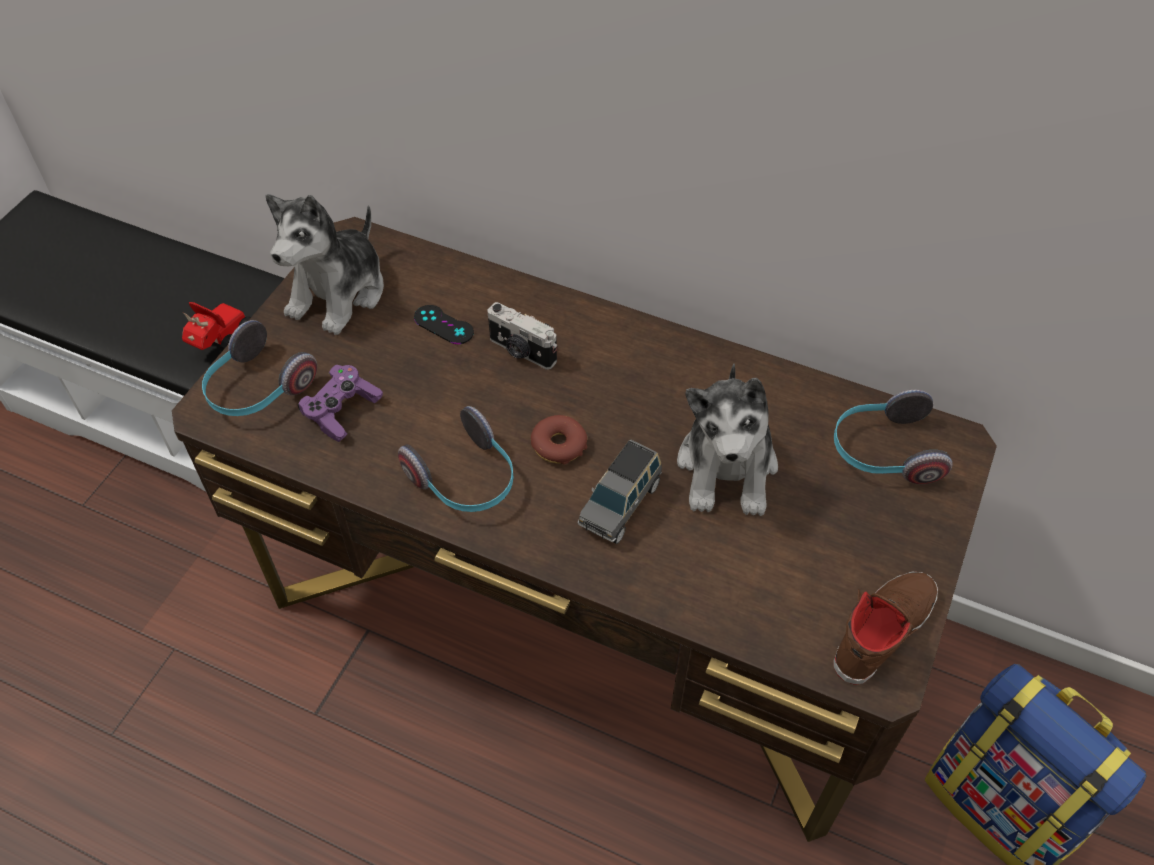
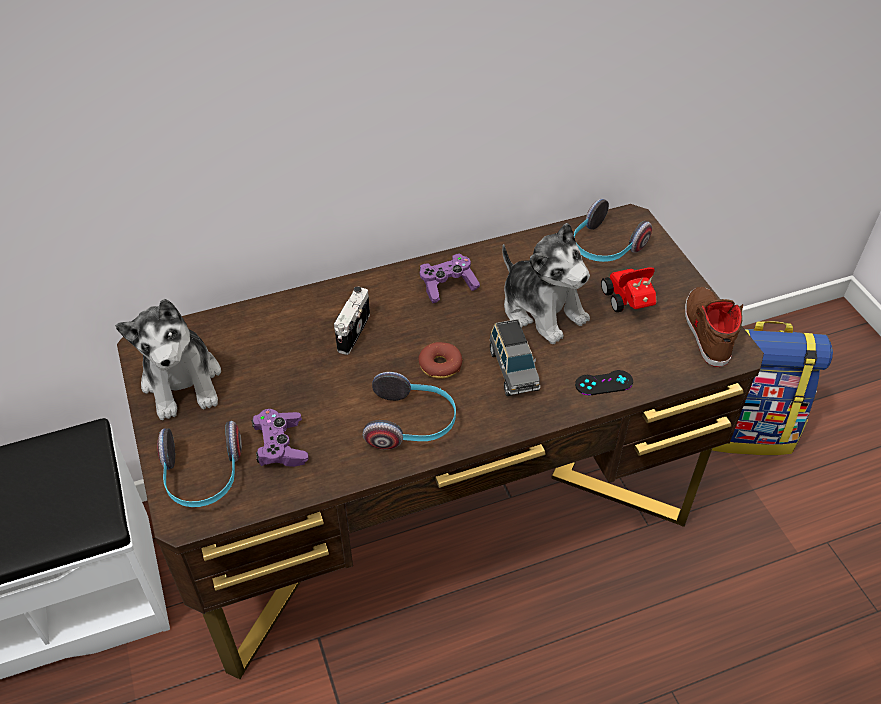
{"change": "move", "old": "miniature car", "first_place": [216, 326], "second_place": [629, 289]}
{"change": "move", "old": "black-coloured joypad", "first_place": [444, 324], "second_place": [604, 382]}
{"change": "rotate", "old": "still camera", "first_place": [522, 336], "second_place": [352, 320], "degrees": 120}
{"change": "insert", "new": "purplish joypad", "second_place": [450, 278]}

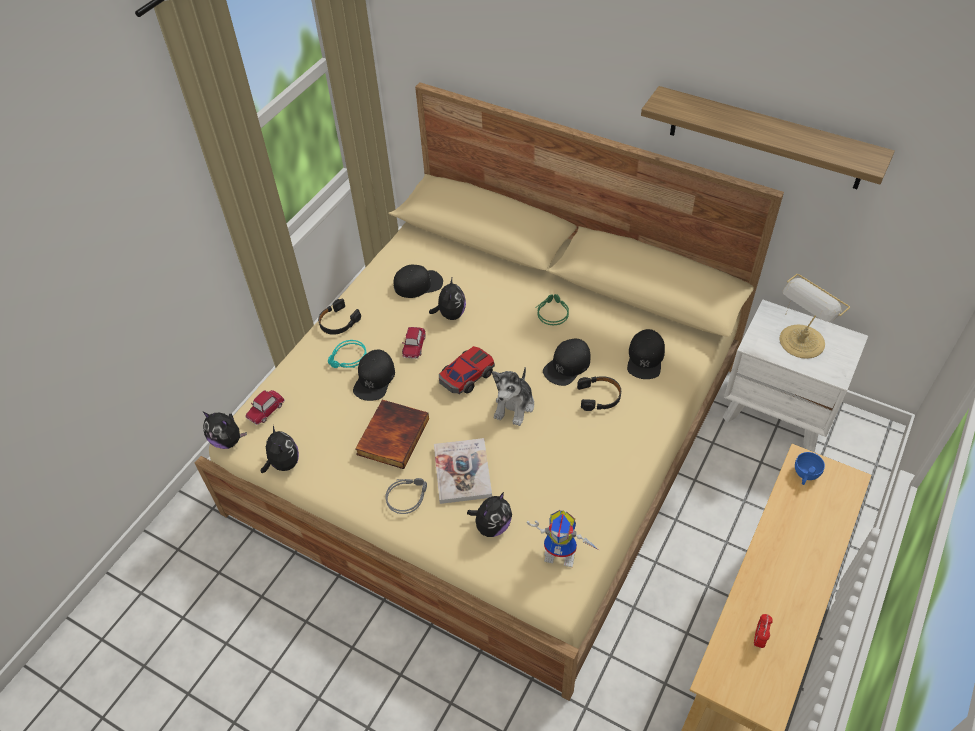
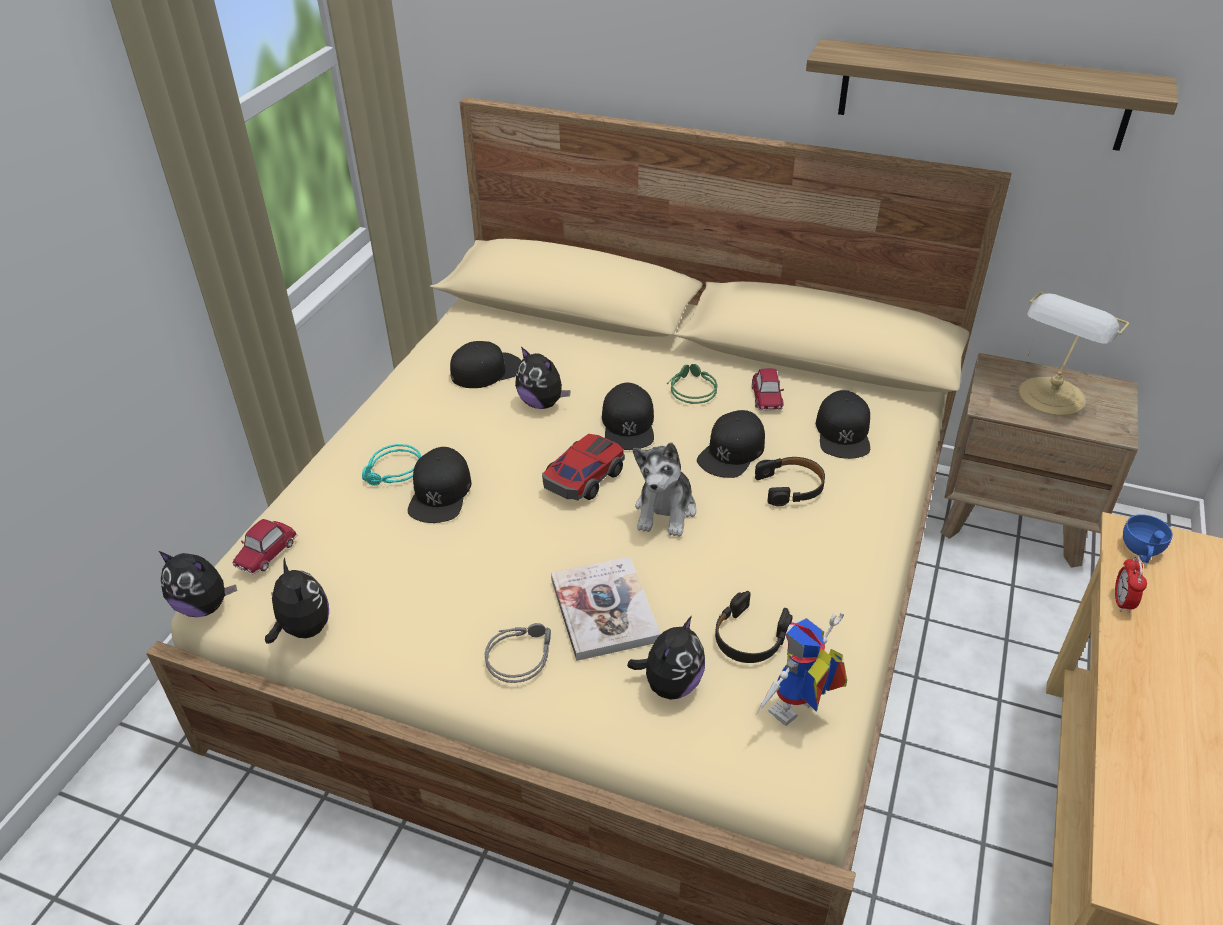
{"change": "move", "old": "black-coloured headphones", "first_place": [339, 317], "second_place": [754, 627]}
{"change": "delete", "old": "bound book", "first_place": [392, 434]}
{"change": "move", "old": "miniature car", "first_place": [414, 343], "second_place": [768, 389]}
{"change": "rotate", "old": "plush toy", "first_place": [447, 298], "second_place": [543, 378], "degrees": 135}
{"change": "rotate", "old": "model robot", "first_place": [563, 538], "second_place": [801, 668], "degrees": 135}
{"change": "recolor", "old": "white-coloured bedside table", "new": "brown-coloured bedside table", "first_place": [795, 375], "second_place": [1039, 460]}
{"change": "move", "old": "table clock", "first_place": [763, 631], "second_place": [1131, 585]}
{"change": "insert", "new": "black-coloured peaked cap", "second_place": [628, 416]}

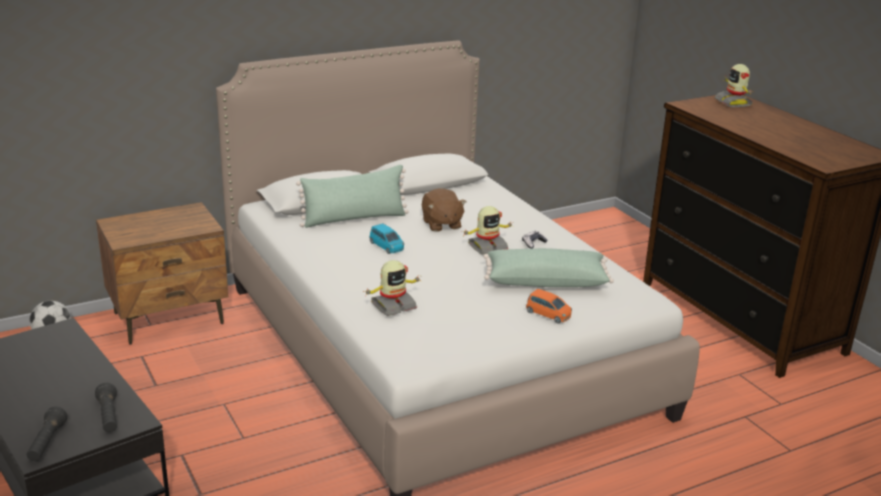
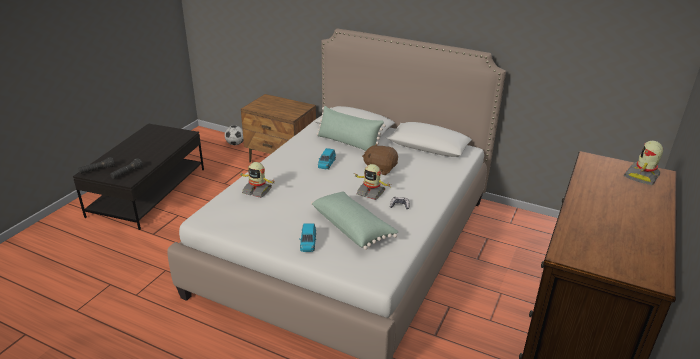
{"change": "rotate", "old": "brown-coloured plush toy", "first_place": [444, 210], "second_place": [380, 159], "degrees": 75}
{"change": "recolor", "old": "orange-coloured miniature car", "new": "blue miniature car", "first_place": [549, 306], "second_place": [307, 237]}

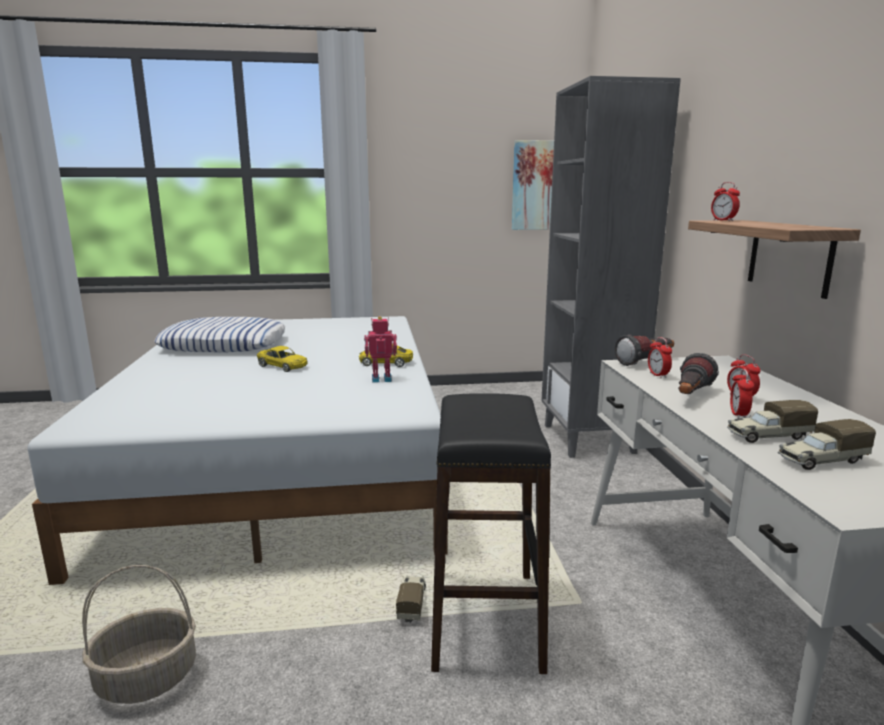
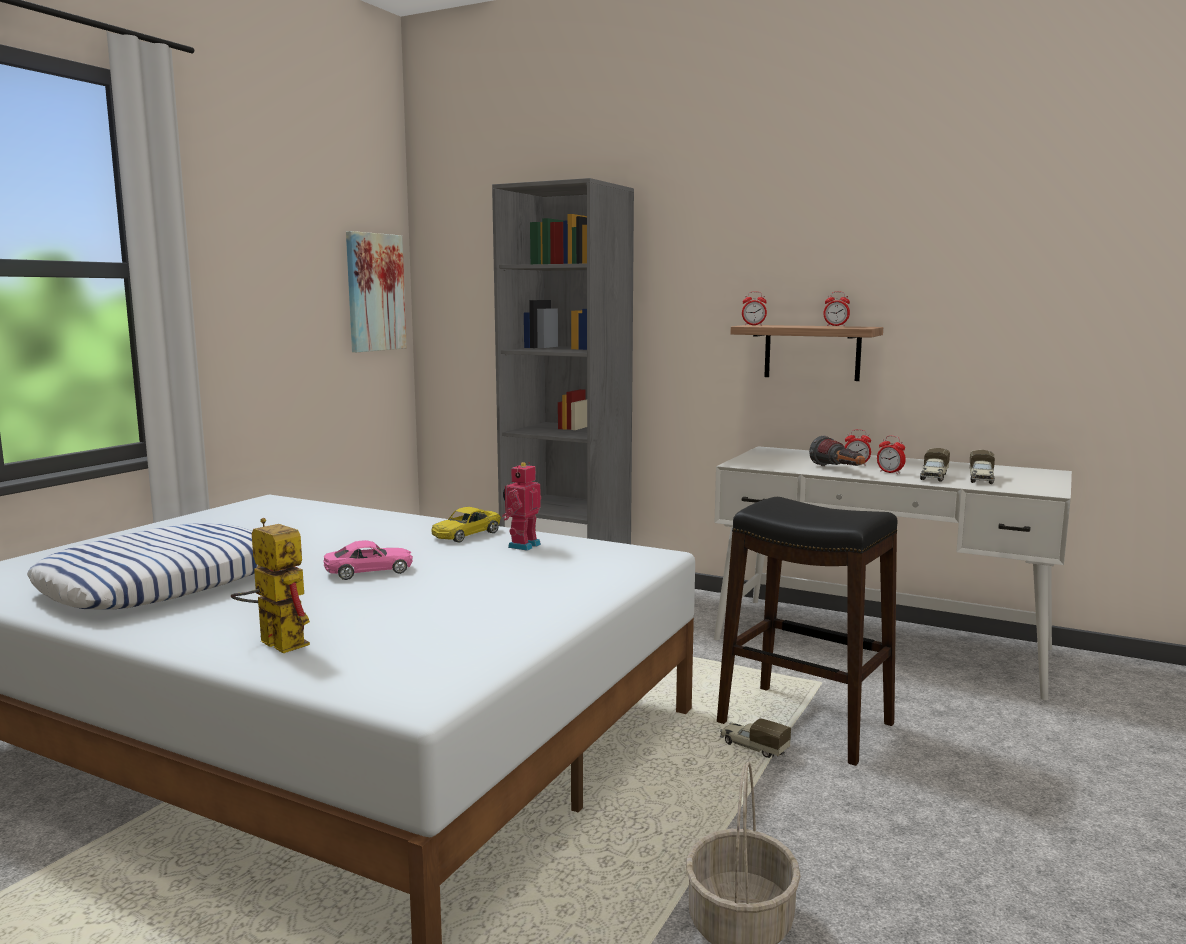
{"change": "recolor", "old": "yellow-coloured miniature car", "new": "pink-coloured miniature car", "first_place": [282, 359], "second_place": [368, 560]}
{"change": "delete", "old": "hand torch", "first_place": [644, 350]}
{"change": "move", "old": "table clock", "first_place": [660, 357], "second_place": [836, 308]}
{"change": "insert", "new": "model robot", "second_place": [270, 585]}

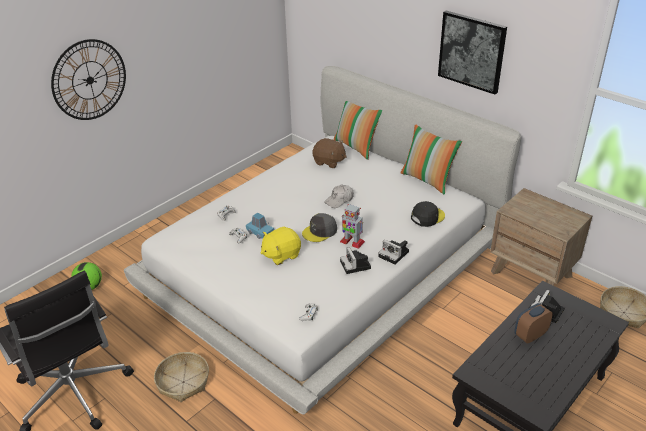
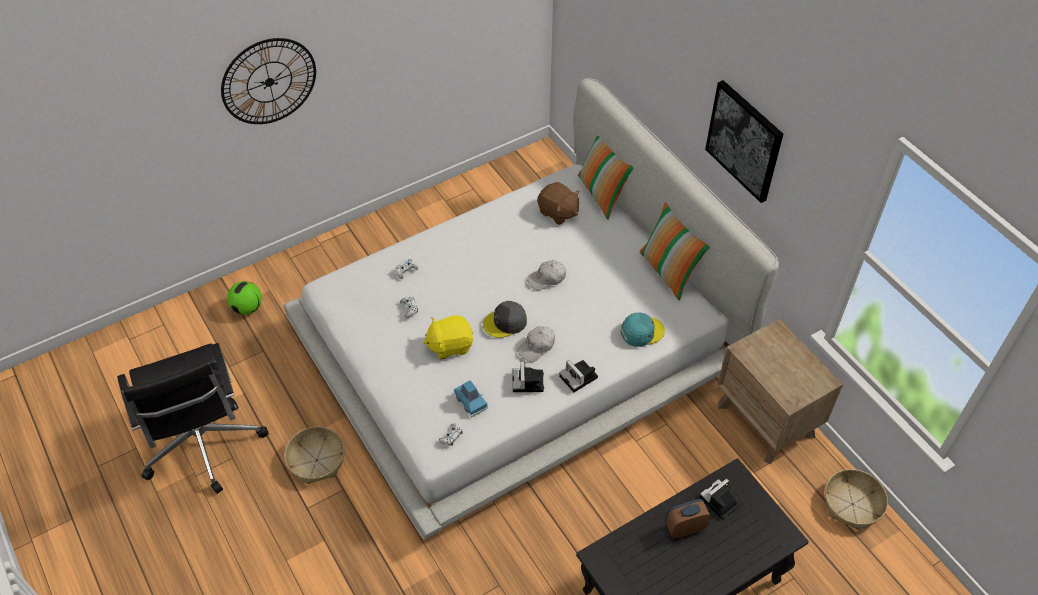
{"change": "move", "old": "blue miniature car", "first_place": [260, 226], "second_place": [471, 398]}
{"change": "replace", "old": "model robot", "new": "white-coloured peaked cap", "first_place": [352, 226], "second_place": [536, 344]}
{"change": "recolor", "old": "black-coloured peaked cap", "new": "turquoise-coloured peaked cap", "first_place": [428, 214], "second_place": [643, 330]}

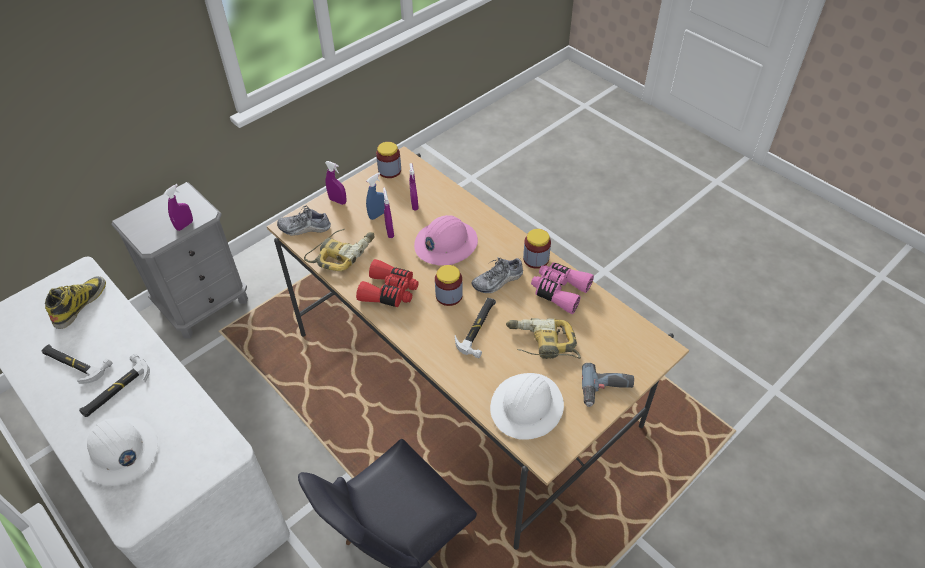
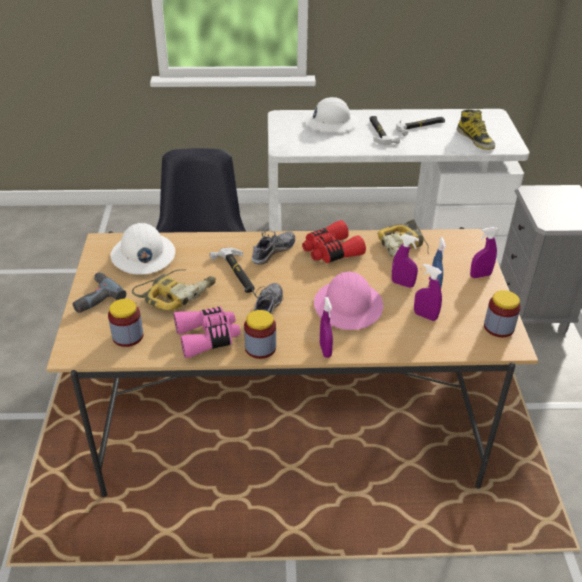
{"change": "move", "old": "purplish sprayer", "first_place": [178, 207], "second_place": [326, 327]}
{"change": "move", "old": "low shoe", "first_place": [304, 221], "second_place": [273, 247]}
{"change": "move", "old": "storage jar", "first_place": [449, 285], "second_place": [125, 323]}

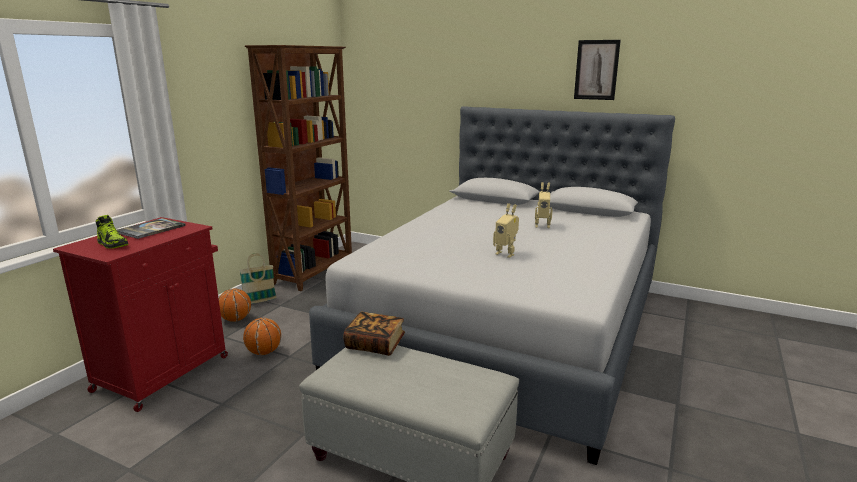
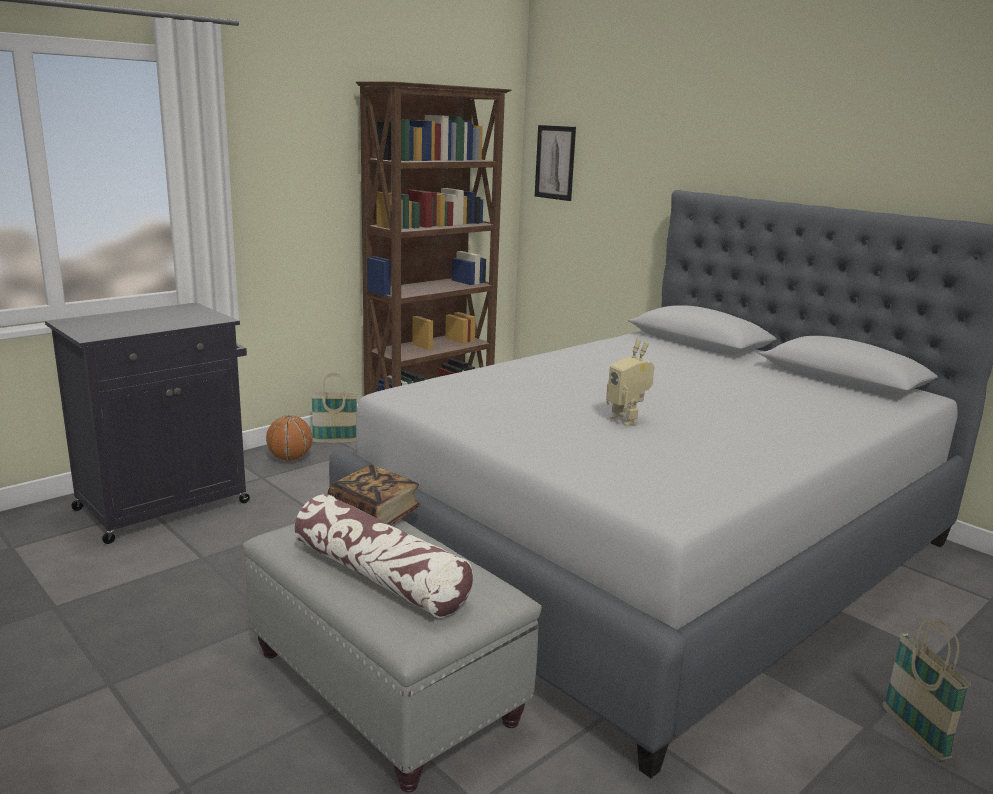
{"change": "recolor", "old": "red-coloured cupboard", "new": "black-coloured cupboard", "first_place": [140, 314], "second_place": [147, 423]}
{"change": "delete", "old": "low shoe", "first_place": [112, 232]}
{"change": "delete", "old": "bound book", "first_place": [151, 228]}
{"change": "delete", "old": "basketball ball", "first_place": [262, 336]}
{"change": "delete", "old": "model robot", "first_place": [543, 205]}
{"change": "move", "old": "wall picture", "first_place": [597, 70], "second_place": [555, 163]}
{"change": "insert", "new": "pillow", "second_place": [384, 556]}
{"change": "insert", "new": "storage basket", "second_place": [927, 689]}

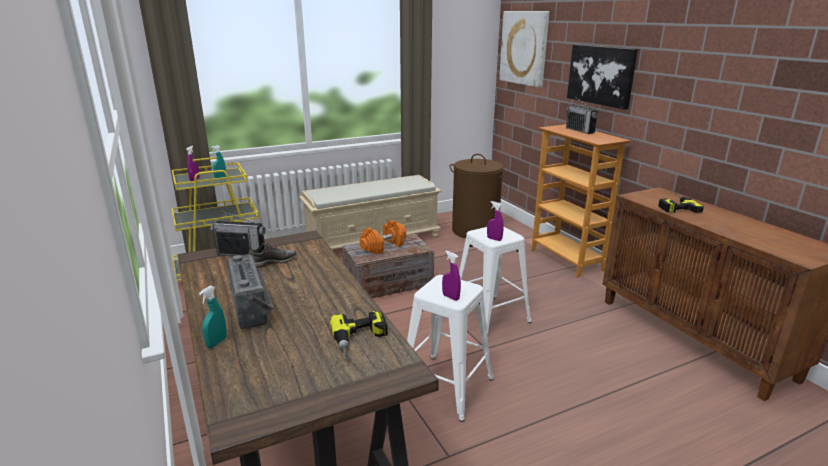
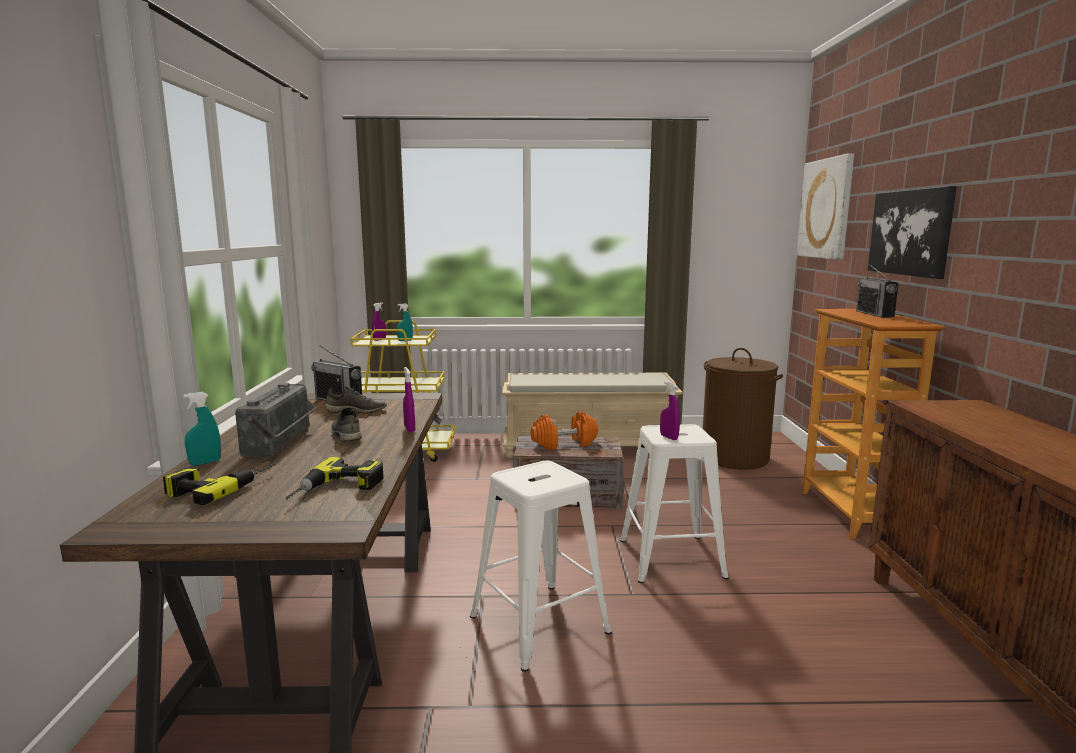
{"change": "move", "old": "purplish sprayer", "first_place": [451, 276], "second_place": [409, 399]}
{"change": "move", "old": "drill", "first_place": [681, 203], "second_place": [219, 484]}
{"change": "insert", "new": "gray low shoe", "second_place": [346, 424]}

